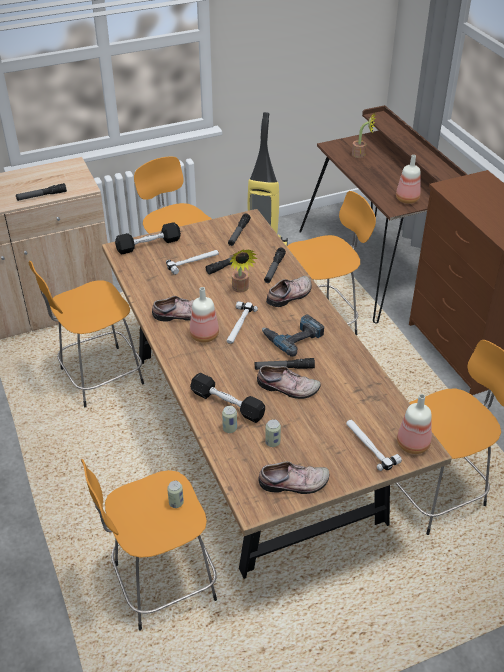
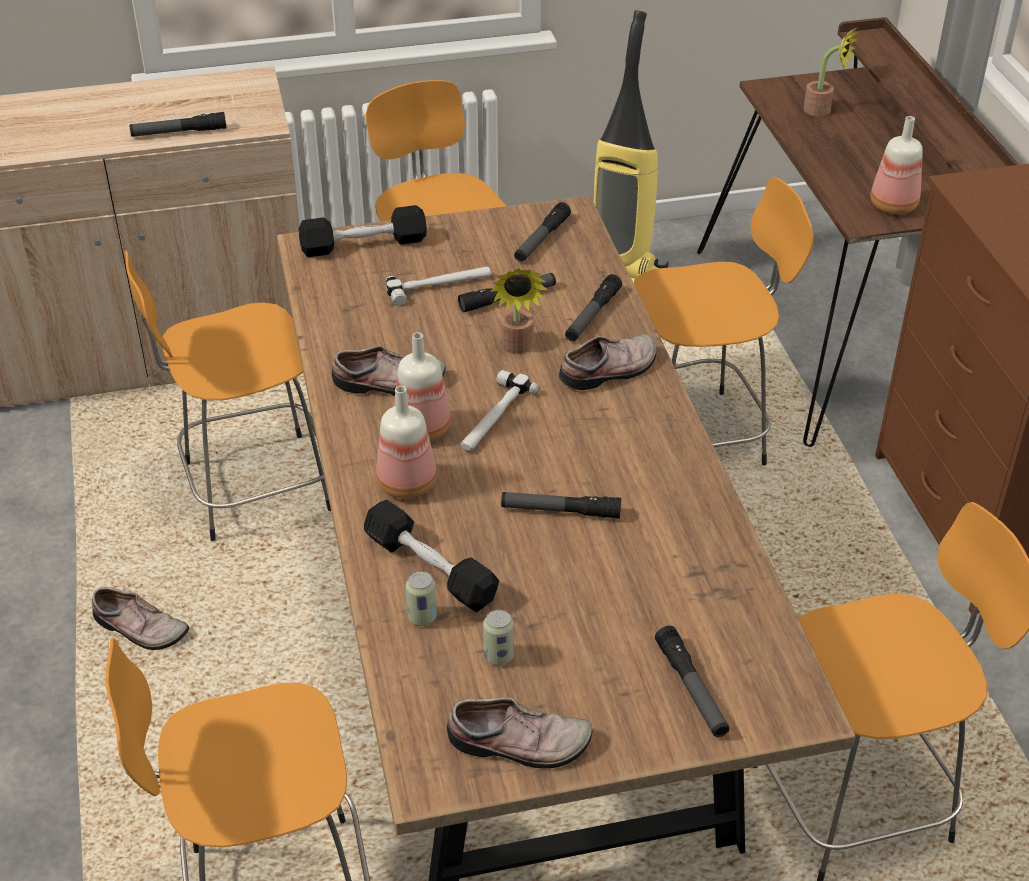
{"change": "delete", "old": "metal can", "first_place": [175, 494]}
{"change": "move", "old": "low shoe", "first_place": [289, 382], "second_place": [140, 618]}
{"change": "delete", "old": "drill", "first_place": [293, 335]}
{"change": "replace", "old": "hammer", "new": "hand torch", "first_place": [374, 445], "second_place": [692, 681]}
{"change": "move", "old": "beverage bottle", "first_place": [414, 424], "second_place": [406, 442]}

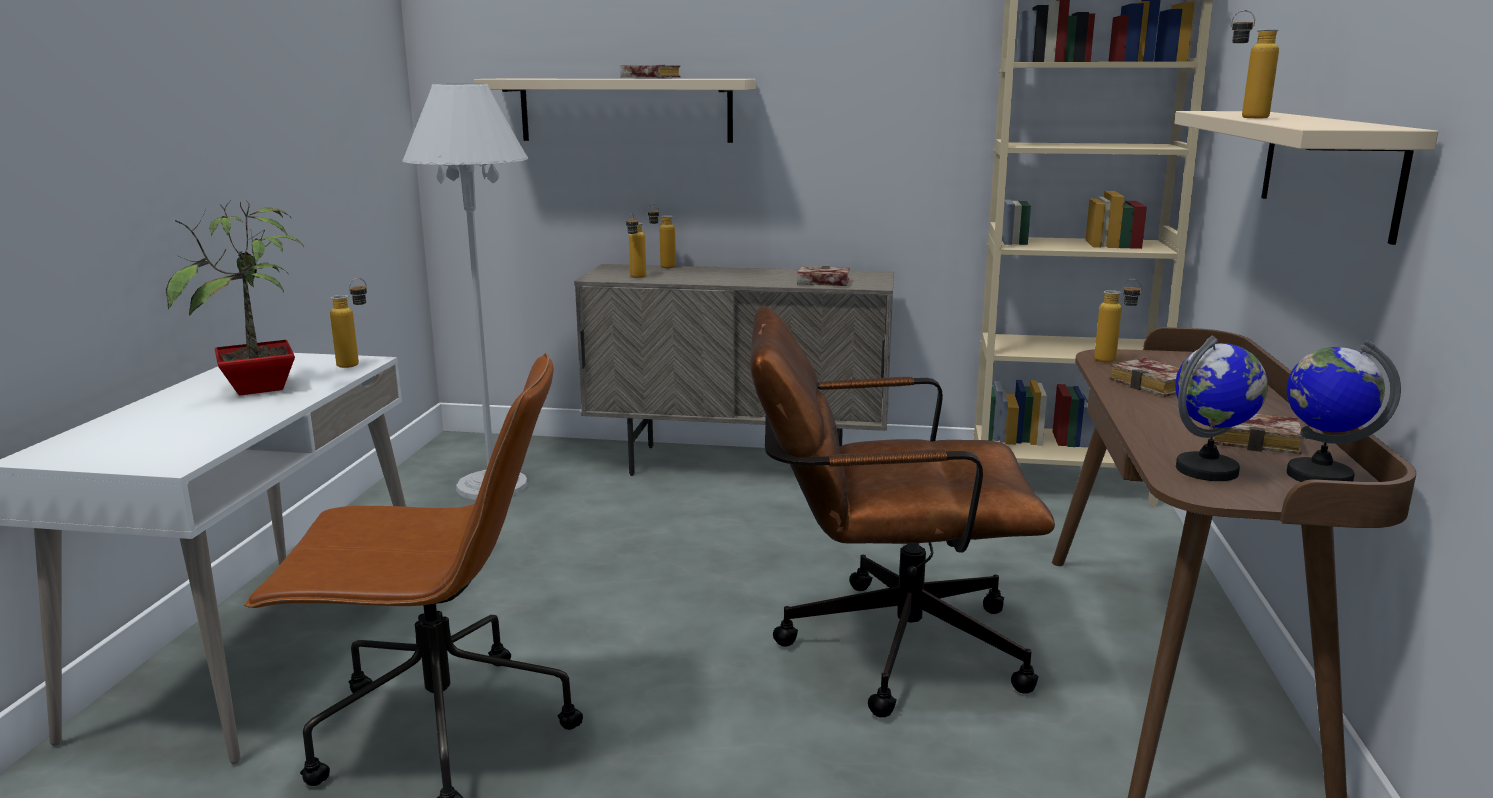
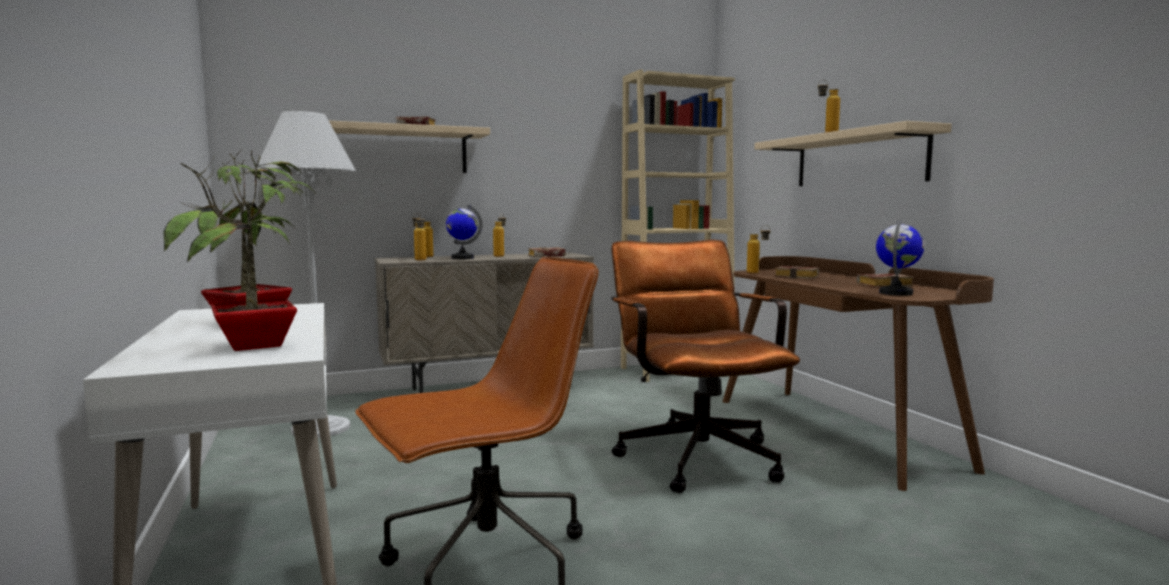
{"change": "move", "old": "beverage bottle", "first_place": [348, 323], "second_place": [499, 235]}
{"change": "rotate", "old": "brown-coloured office chair", "first_place": [902, 512], "second_place": [705, 366], "degrees": 105}
{"change": "move", "old": "desk globe", "first_place": [1344, 411], "second_place": [464, 232]}
{"change": "insert", "new": "potted plant", "second_place": [239, 250]}

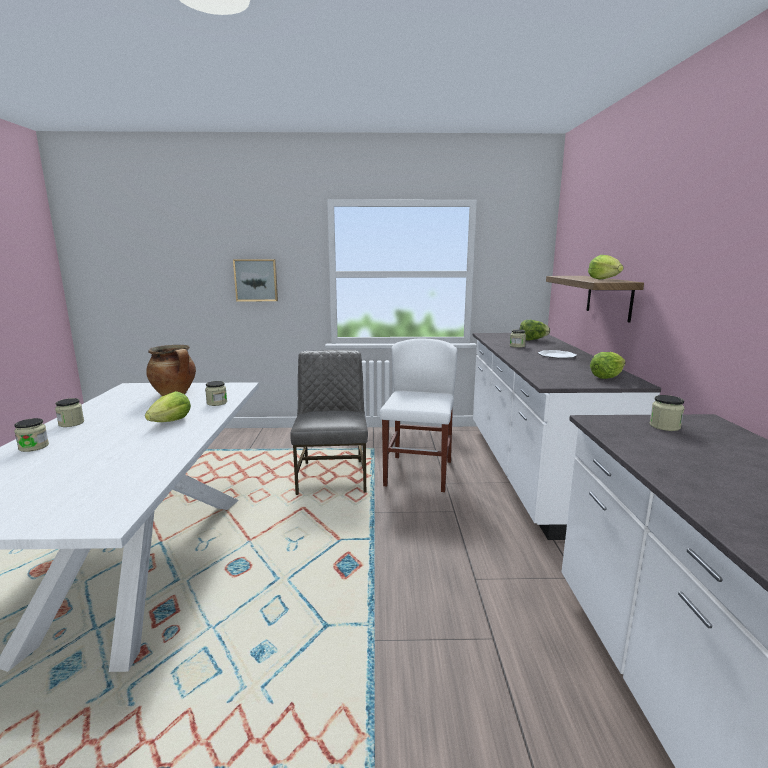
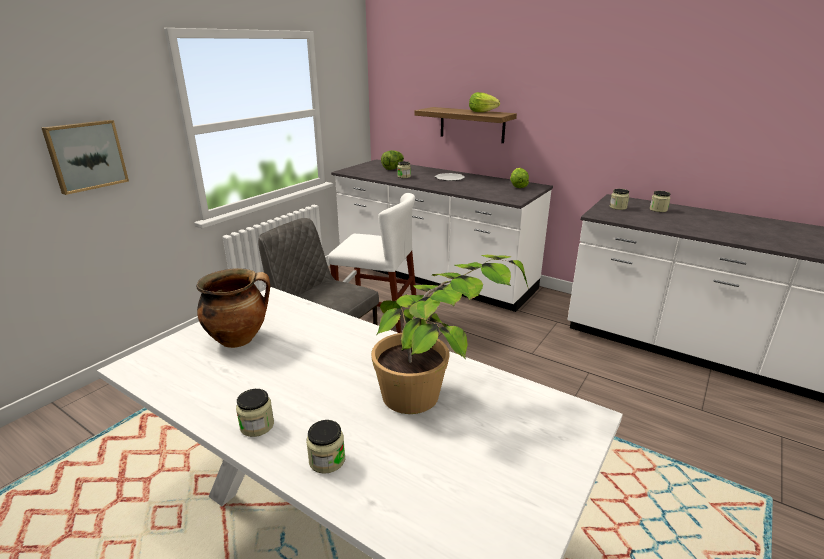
{"change": "delete", "old": "lettuce head", "first_place": [168, 406]}
{"change": "move", "old": "storage jar", "first_place": [216, 393], "second_place": [660, 201]}
{"change": "rotate", "old": "white-coloured chair", "first_place": [418, 415], "second_place": [372, 263], "degrees": 150}
{"change": "insert", "new": "potted plant", "second_place": [450, 334]}

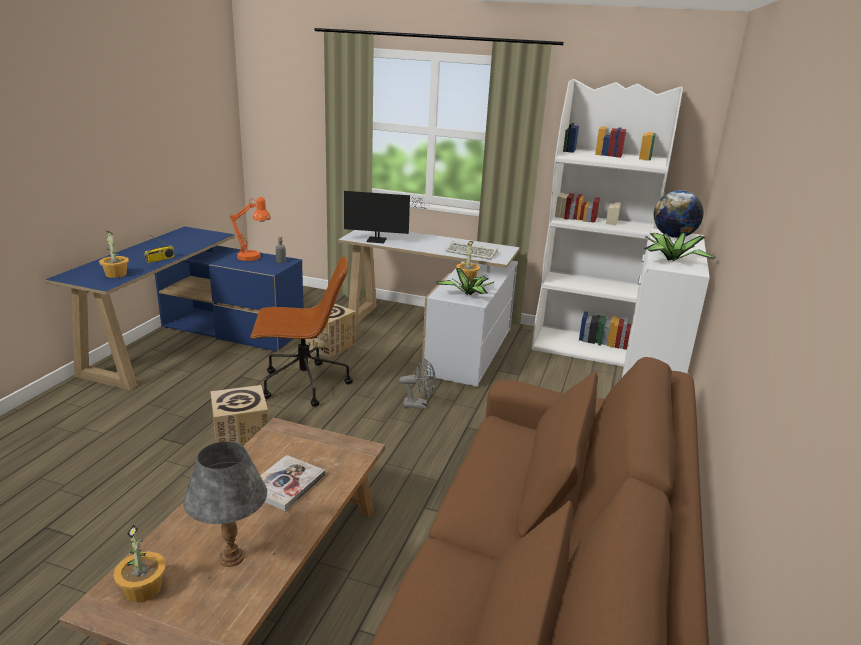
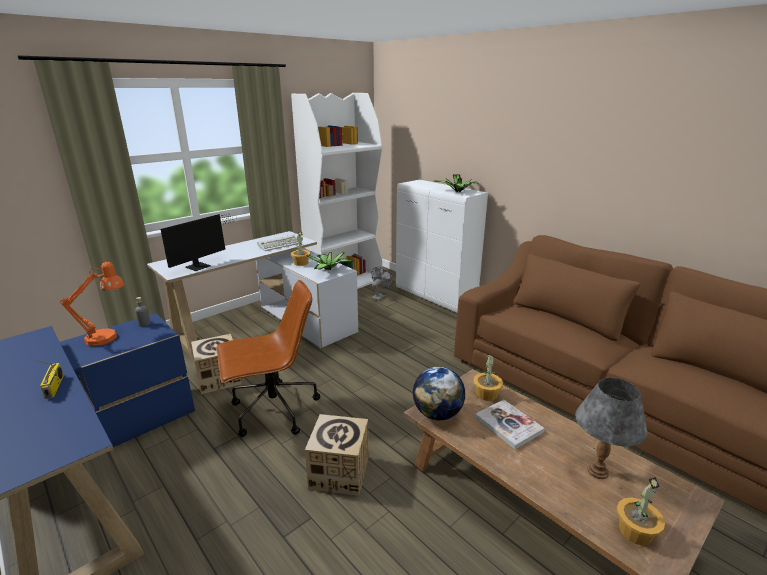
{"change": "move", "old": "potted plant", "first_place": [114, 254], "second_place": [488, 378]}
{"change": "rotate", "old": "brown-coloured office chair", "first_place": [302, 331], "second_place": [268, 358], "degrees": 45}
{"change": "move", "old": "gray cooling fan", "first_place": [417, 383], "second_place": [382, 284]}
{"change": "move", "old": "desk globe", "first_place": [679, 214], "second_place": [439, 393]}

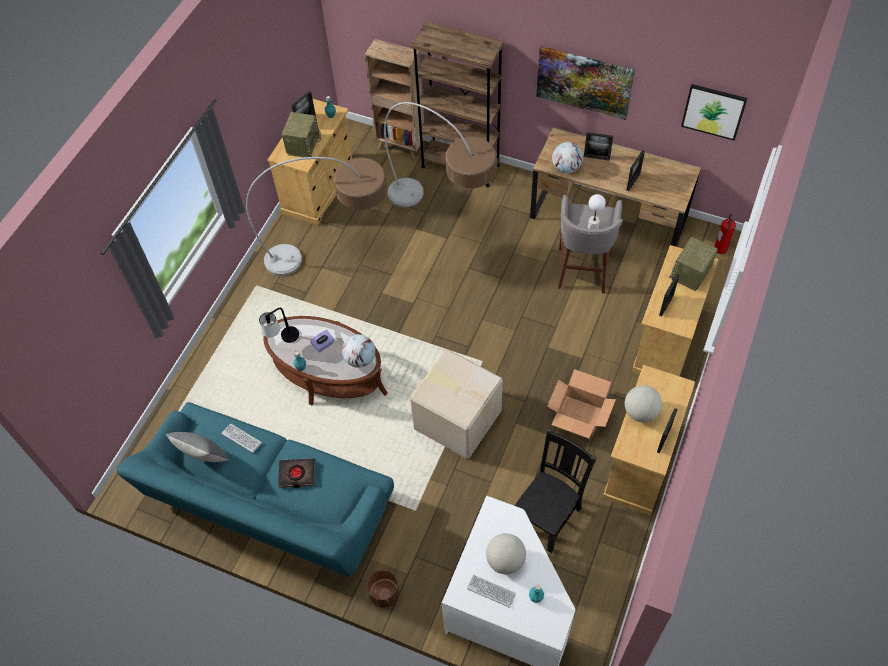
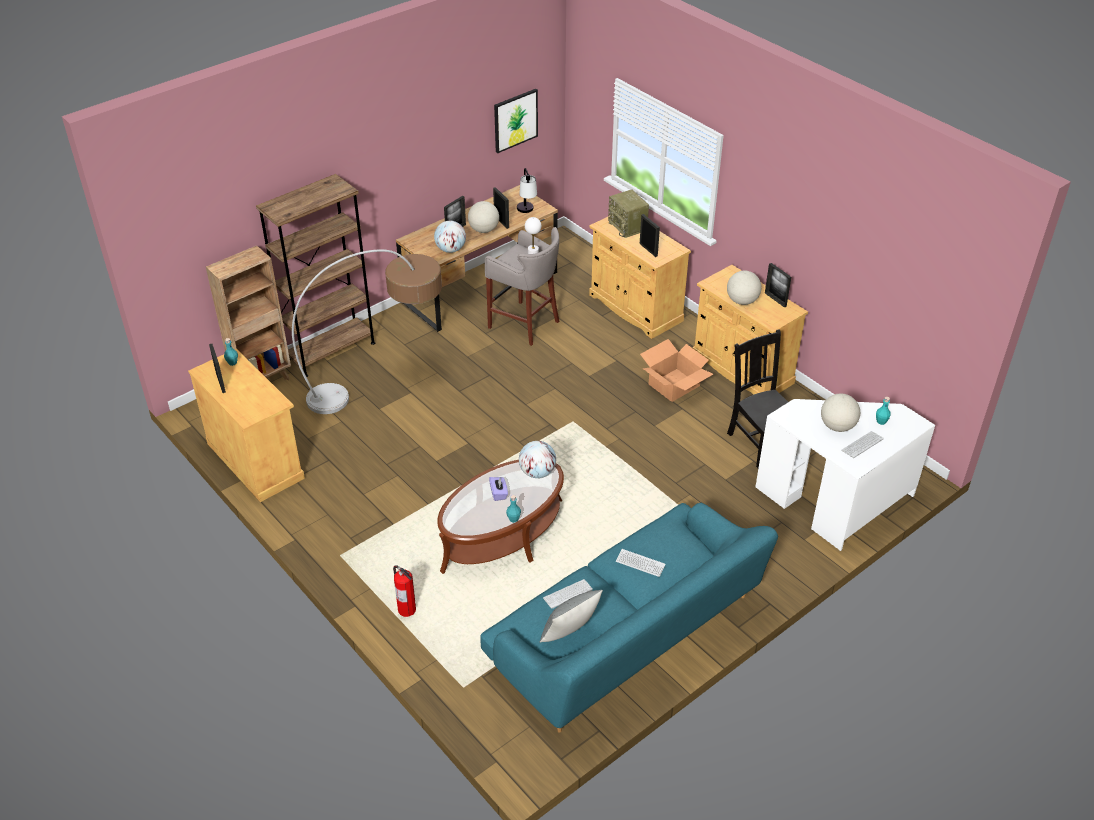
{"change": "delete", "old": "standard lamp", "first_place": [316, 216]}
{"change": "move", "old": "lamp for a table", "first_place": [279, 325], "second_place": [527, 190]}
{"change": "replace", "old": "black-coloured bound book", "new": "computer keyboard", "first_place": [296, 473], "second_place": [641, 563]}
{"change": "delete", "old": "radio receiver", "first_place": [301, 134]}
{"change": "delete", "old": "brown-coloured plant pot", "first_place": [383, 589]}
{"change": "delete", "old": "carton", "first_place": [456, 404]}
{"change": "delete", "old": "wall picture", "first_place": [585, 83]}
{"change": "move", "old": "fire-fighting cylinder", "first_place": [725, 234], "second_place": [404, 591]}
{"change": "insert", "new": "desk globe", "second_place": [483, 217]}

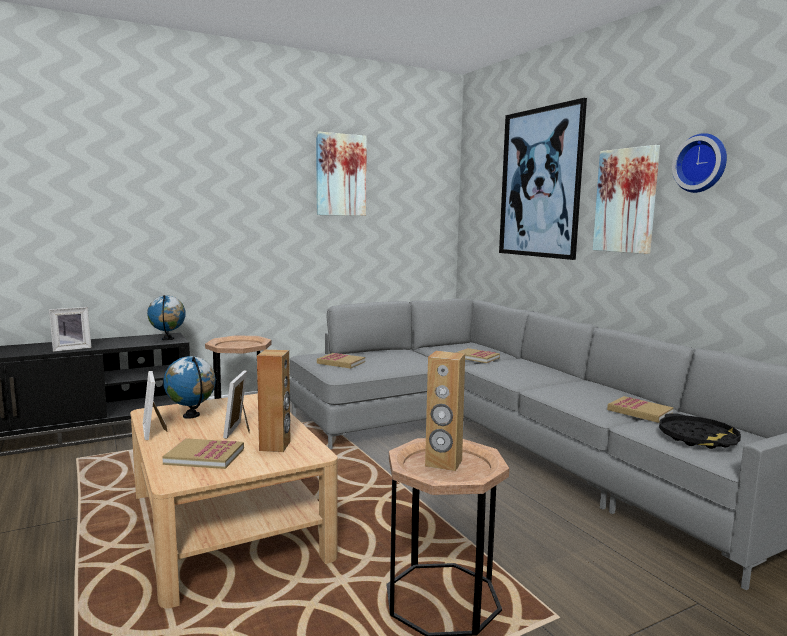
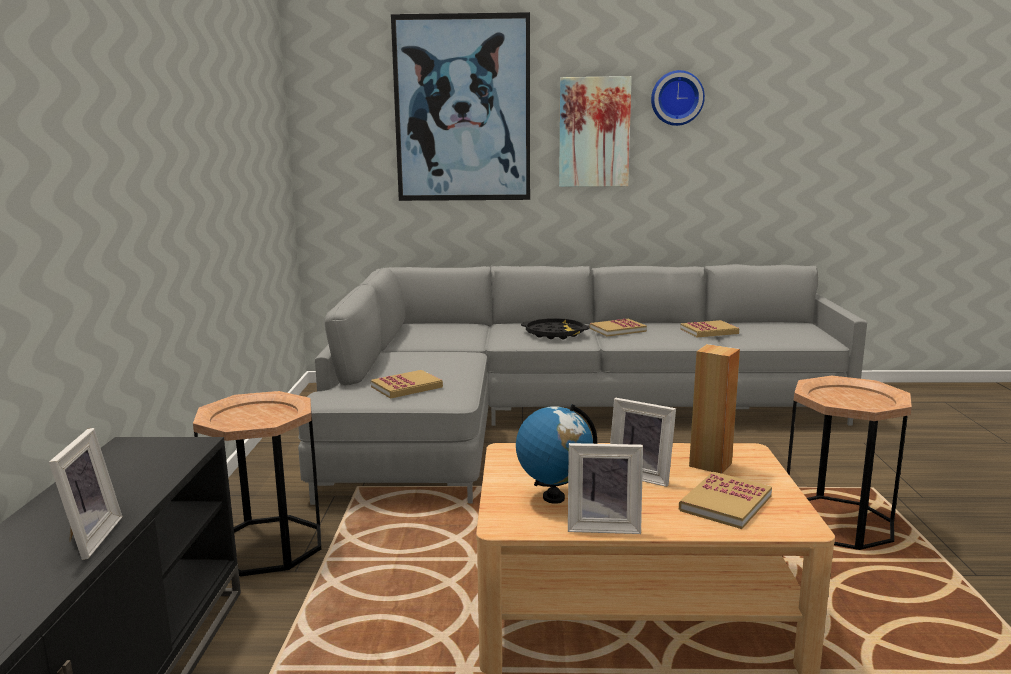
{"change": "delete", "old": "desk globe", "first_place": [166, 317]}
{"change": "delete", "old": "wall picture", "first_place": [341, 173]}
{"change": "delete", "old": "brown-coloured audio speaker", "first_place": [445, 411]}
{"change": "move", "old": "bound book", "first_place": [477, 355], "second_place": [618, 328]}
{"change": "move", "old": "black-coloured tray", "first_place": [700, 431], "second_place": [555, 328]}

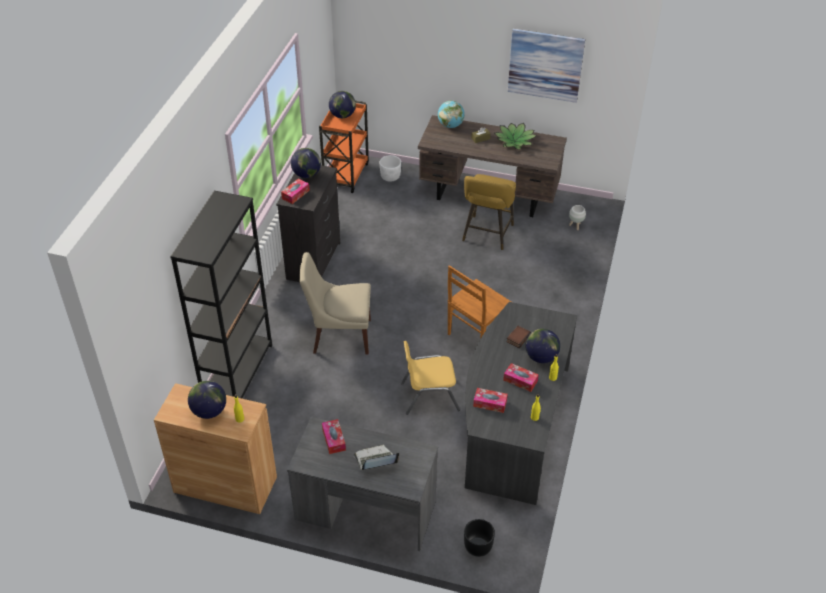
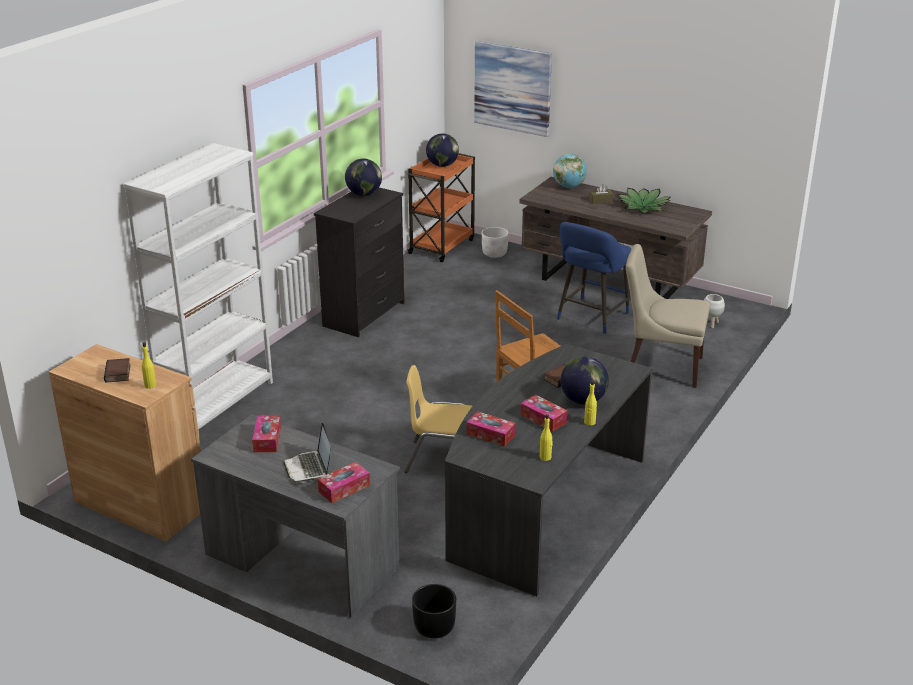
{"change": "recolor", "old": "black-coloured bookshelf", "new": "white-coloured bookshelf", "first_place": [221, 294], "second_place": [198, 288]}
{"change": "replace", "old": "desk globe", "new": "bound book", "first_place": [207, 400], "second_place": [117, 370]}
{"change": "move", "old": "tissue holder", "first_place": [295, 191], "second_place": [343, 482]}
{"change": "move", "old": "sand-coloured chair", "first_place": [335, 303], "second_place": [668, 316]}
{"change": "rotate", "old": "notebook computer", "first_place": [376, 457], "second_place": [307, 453], "degrees": -105}
{"change": "recolor", "old": "yellow-coloured stool seat", "new": "blue stool seat", "first_place": [489, 212], "second_place": [594, 278]}
{"change": "move", "old": "wall picture", "first_place": [546, 65], "second_place": [513, 89]}

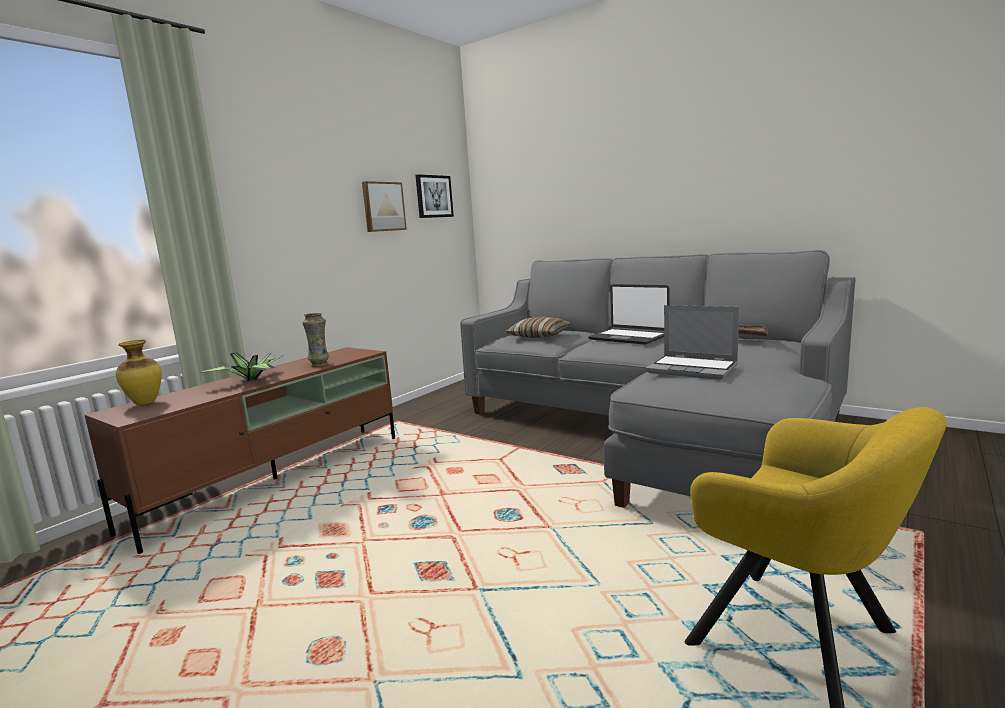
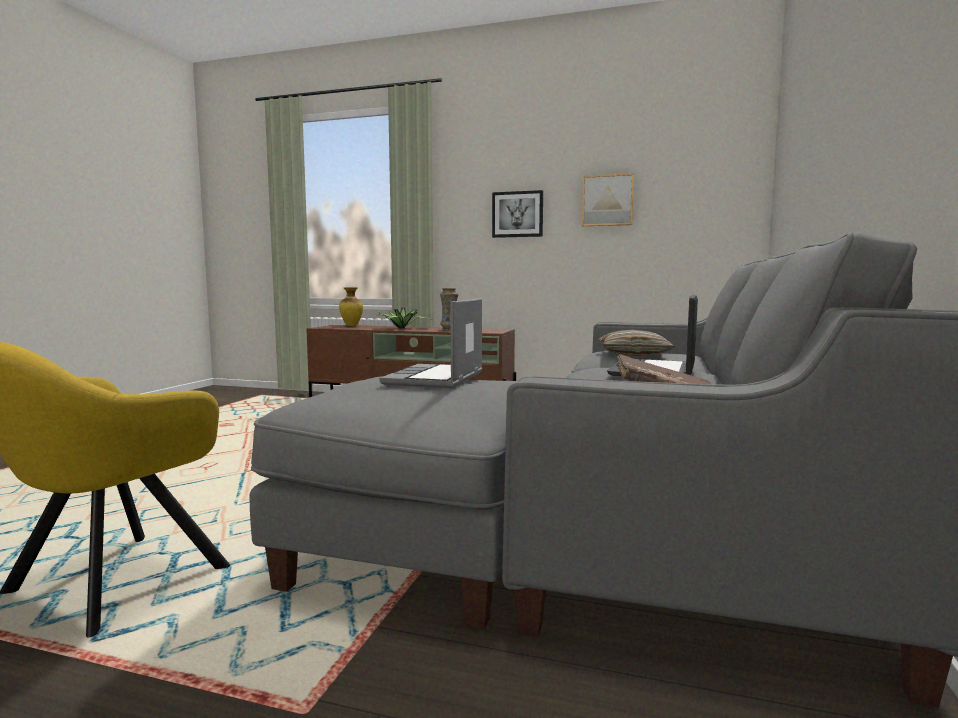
{"change": "move", "old": "wall picture", "first_place": [434, 196], "second_place": [517, 214]}

